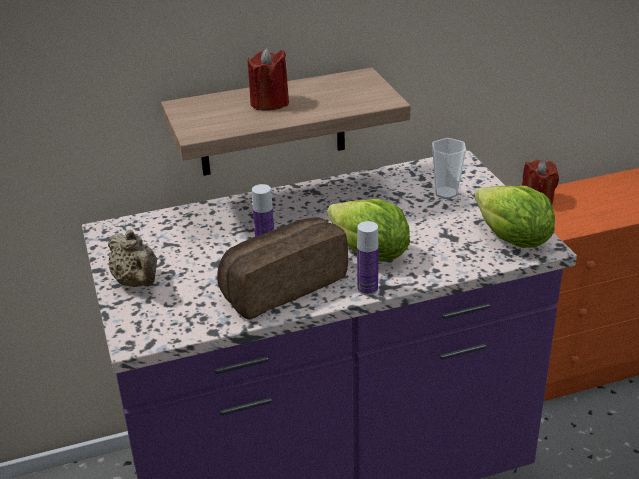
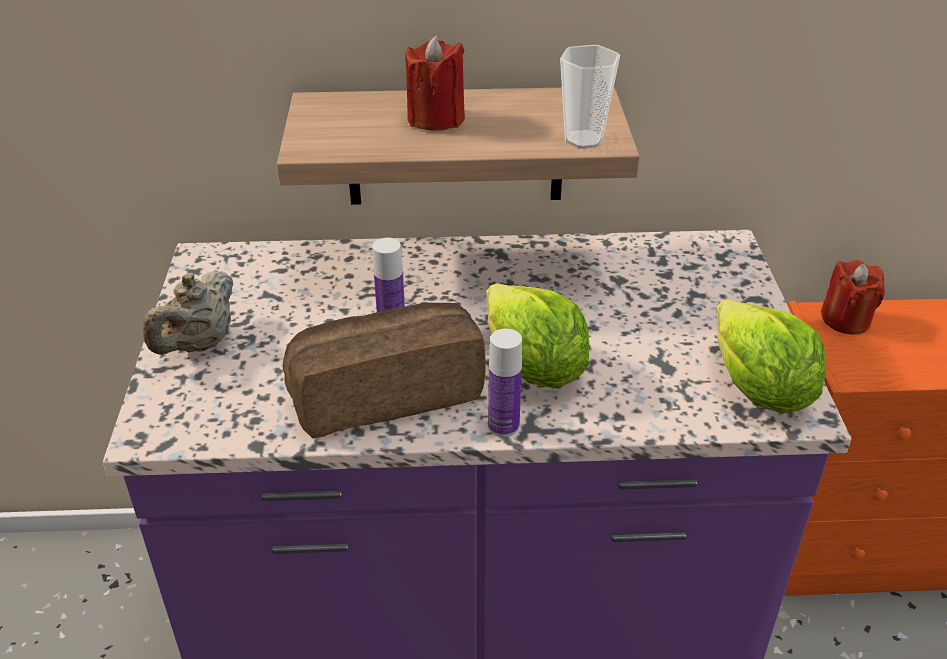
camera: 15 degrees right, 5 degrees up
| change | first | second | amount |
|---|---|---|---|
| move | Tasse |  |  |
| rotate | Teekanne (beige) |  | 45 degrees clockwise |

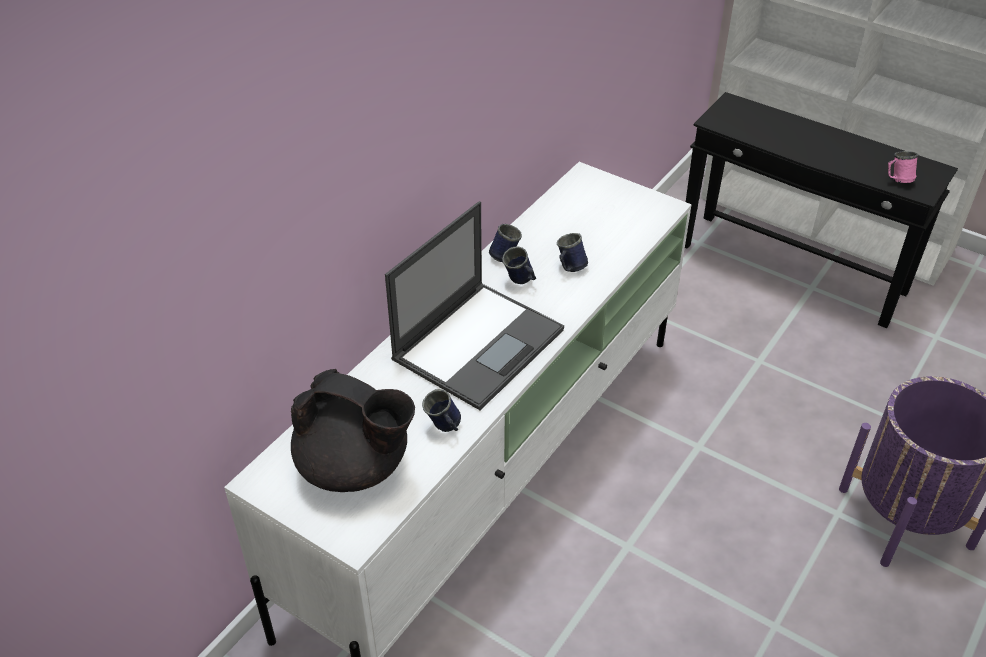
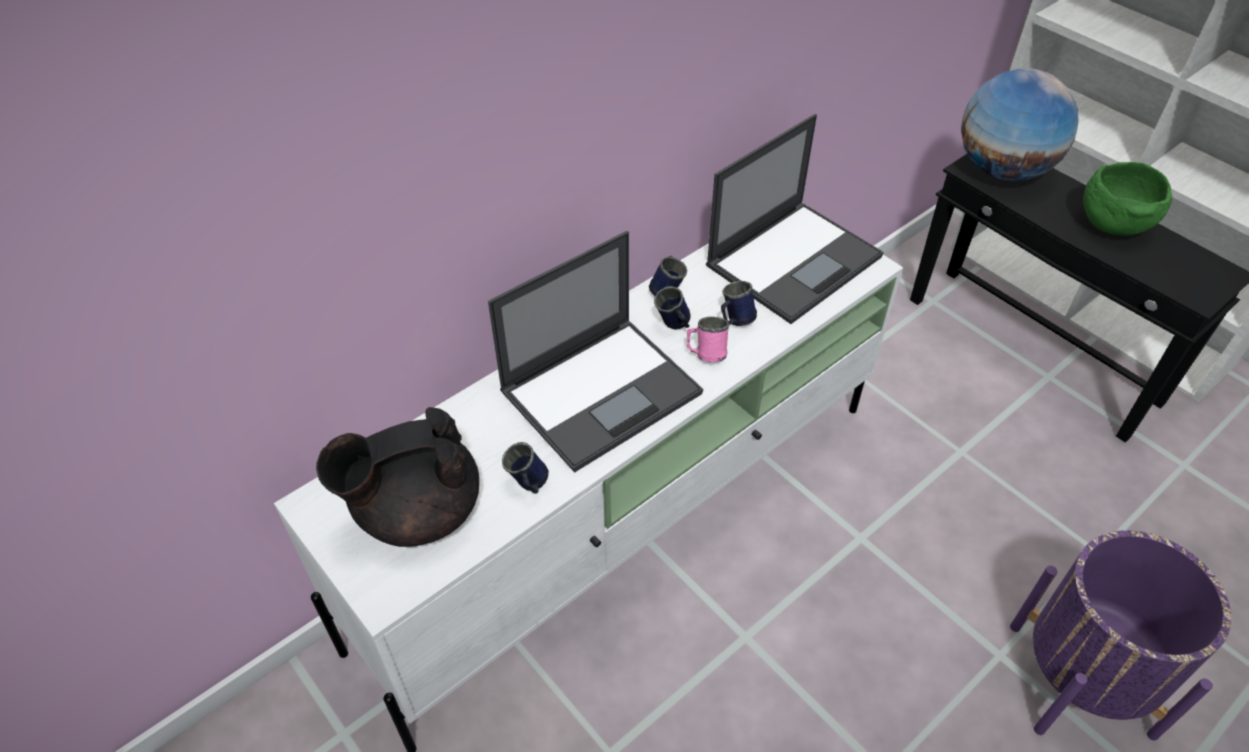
camera: 15 degrees right, 5 degrees up
| change | first | second | amount |
|---|---|---|---|
| insert |  | Laptop (2nd from left) |  |
| insert |  | Globus |  |
| insert |  | Schüssel (grün) |  |
| move | Henkelbecher (rosa) |  |  |
| rotate | Teekanne (schwarz) |  | 120 degrees clockwise |

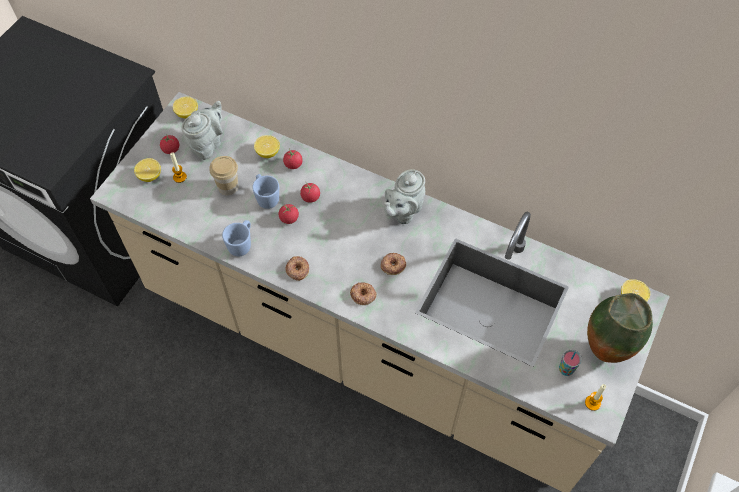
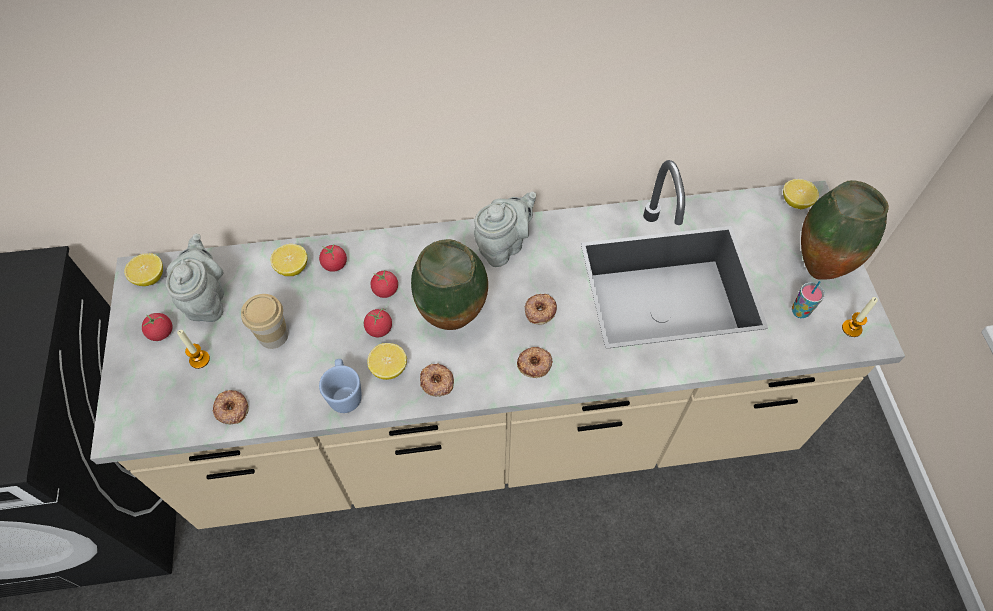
camera: 35 degrees left, 0 degrees up
| change | first | second | amount |
|---|---|---|---|
| delete | Henkelbecher (blau) (2nd from left) |  |  |
| insert |  | Donut (1st from left) |  |
| insert |  | Vase (1st from left) |  |
| move | Zitrone (1st from left in the first image) | Zitrone (3rd from left) |  |
| rotate | Teekanne (grau) (2nd from left) |  | 135 degrees counterclockwise |

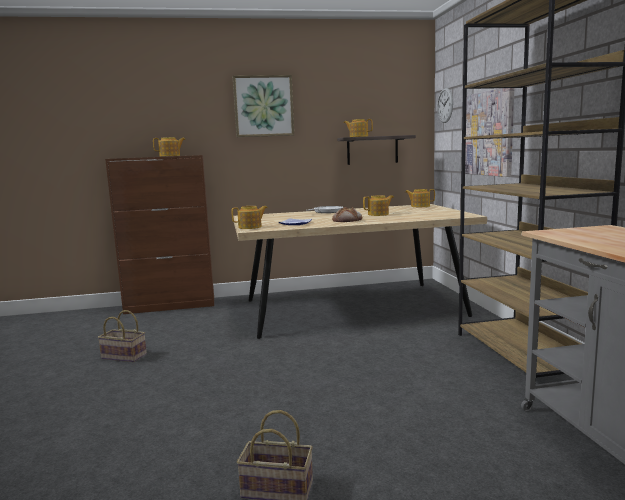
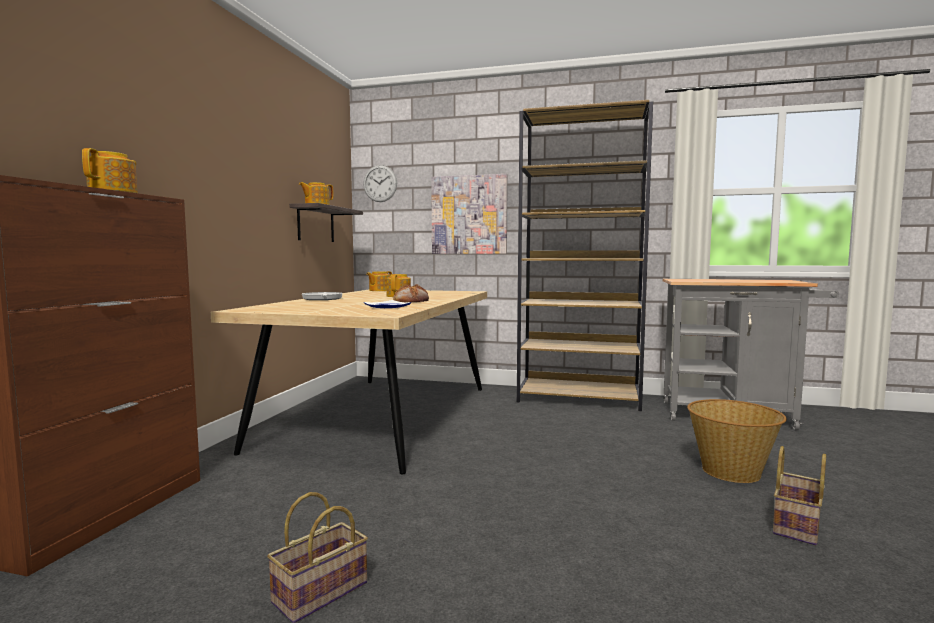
camera: 65 degrees left, 5 degrees down
| change | first | second | amount |
|---|---|---|---|
| delete | Teekanne (2nd from left) |  |  |
| delete | Bild (1st from left) |  |  |
| insert |  | Korb (2nd from left) |  |

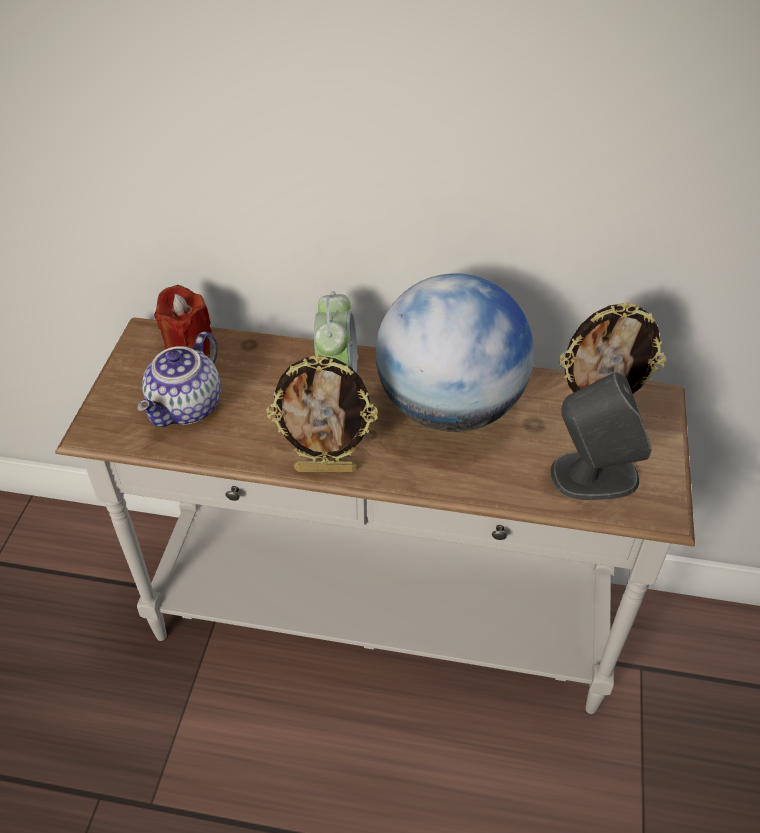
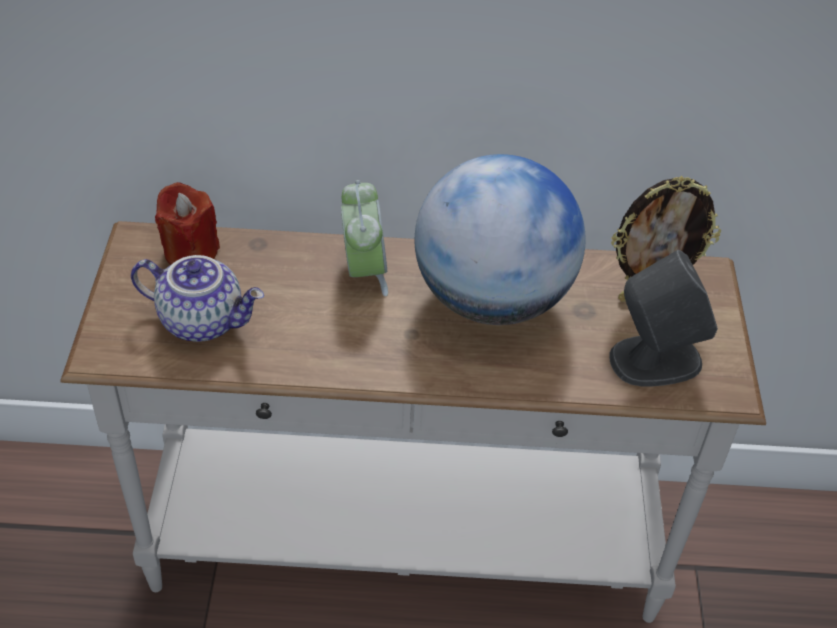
camera: 10 degrees left, 0 degrees up
| change | first | second | amount |
|---|---|---|---|
| delete | Bilderrahmen (1st from left) |  |  |
| rotate | Teekanne |  | 90 degrees counterclockwise |

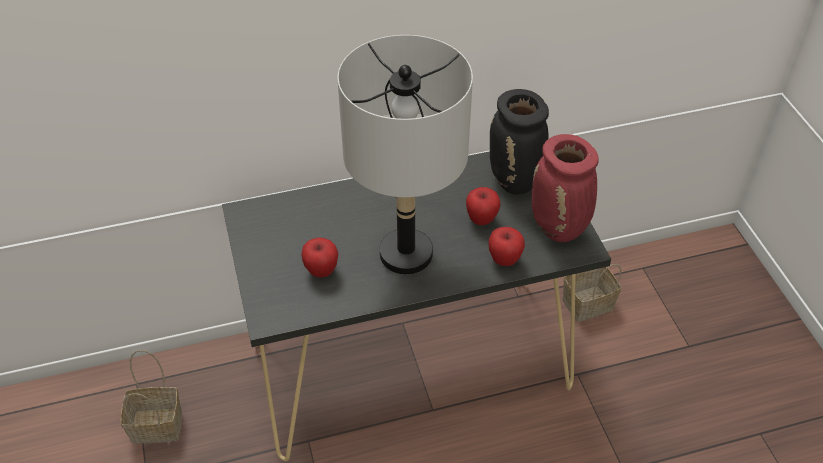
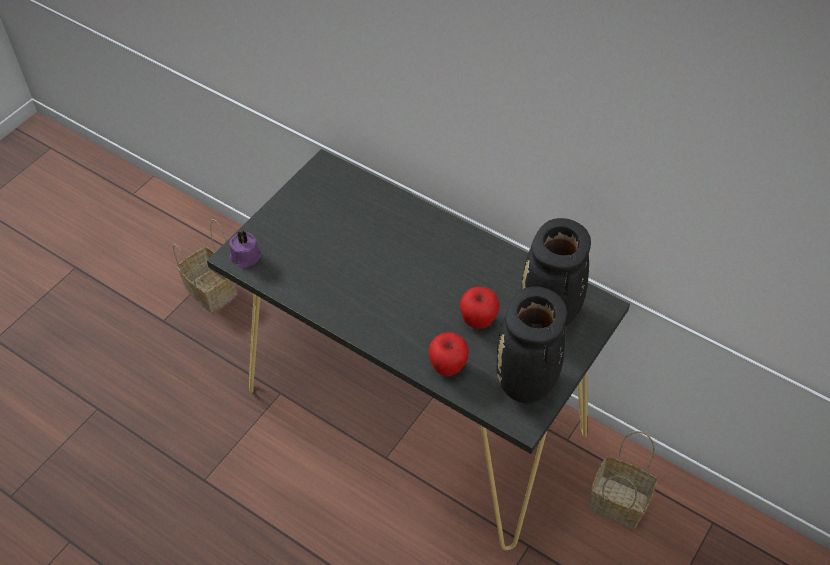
camera: 50 degrees right, 5 degrees up
| change | first | second | amount |
|---|---|---|---|
| delete | Apfel (1st from left) |  |  |
| delete | Tischlampe (grau) |  |  |
| insert |  | Kerze (lila) |  |
| recolor | Vase (rot) | Vase (schwarz) (1st from left) |  |

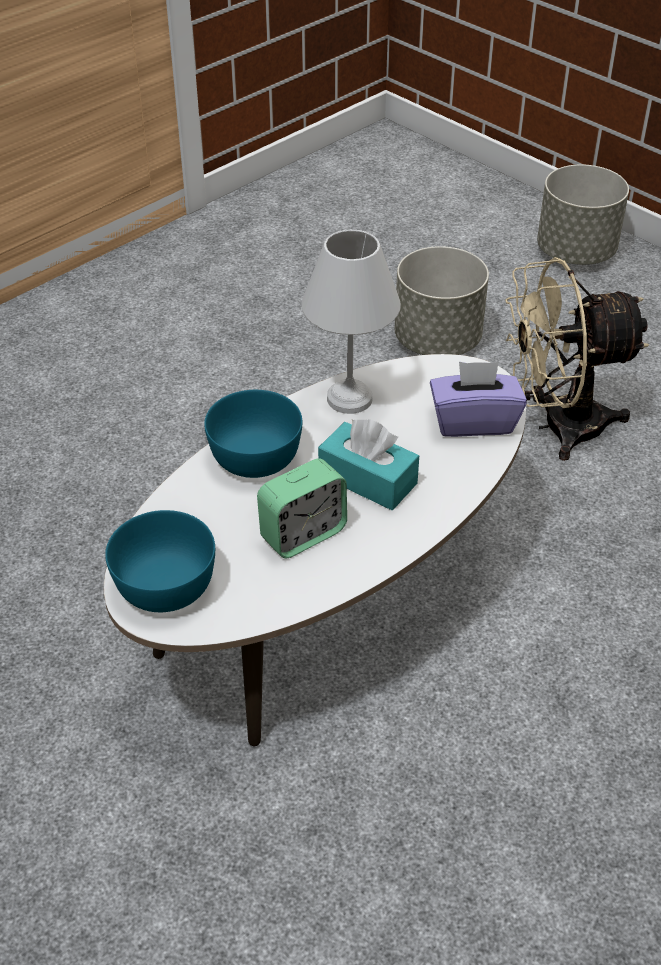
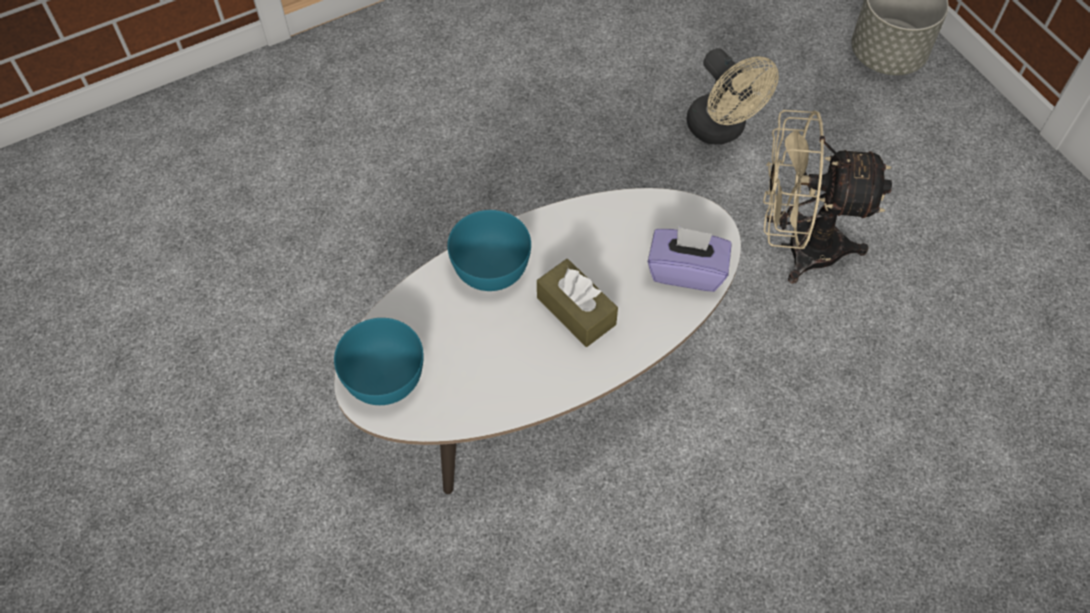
camera: 15 degrees right, 15 degrees up
| change | first | second | amount |
|---|---|---|---|
| delete | Wecker |  |  |
| delete | Tischlampe (weiß) |  |  |
| replace | Pflanzkübel (grau) (1st from left) | Ventilator (beige) (1st from left) |  |
| recolor | Taschentuchbox (türkis) | Taschentuchbox (braun) |  |

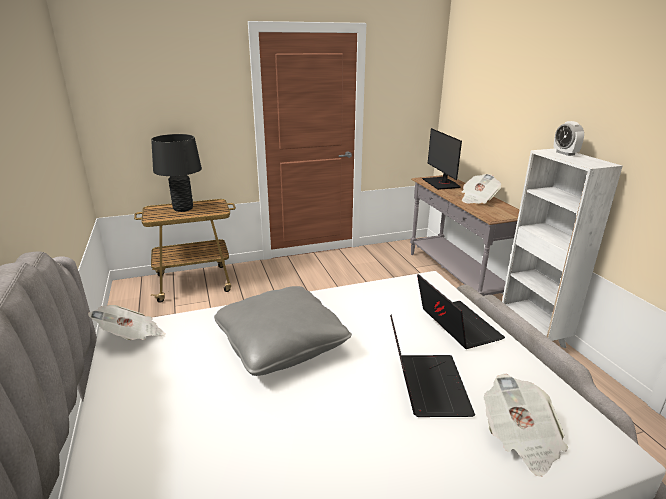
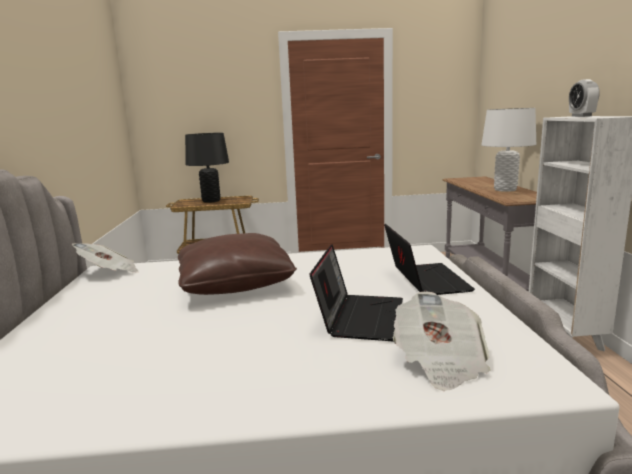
camera: 15 degrees right, 10 degrees down
| change | first | second | amount |
|---|---|---|---|
| delete | Monitor |  |  |
| replace | Zeitung (2nd from left) | Tischlampe (weiß) |  |
| recolor | Kissen (grau) | Kissen (braun) |  |

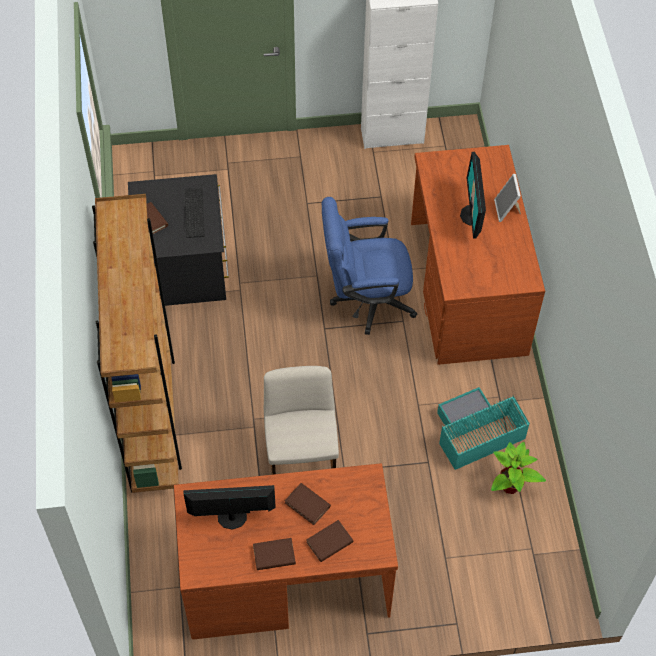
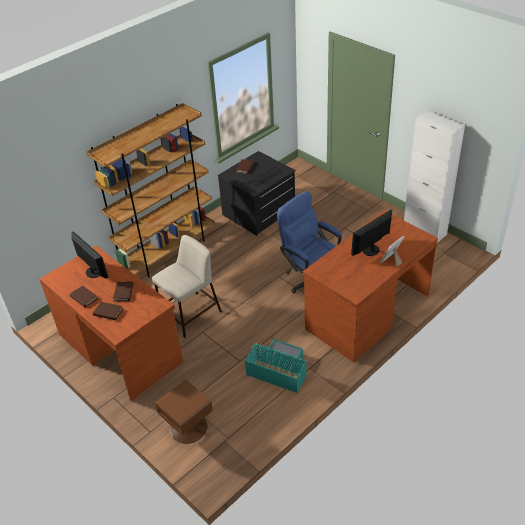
camera: 55 degrees right, 15 degrees down
| change | first | second | amount |
|---|---|---|---|
| delete | Topfpflanze |  |  |
| insert |  | Nachttisch (braun) |  |

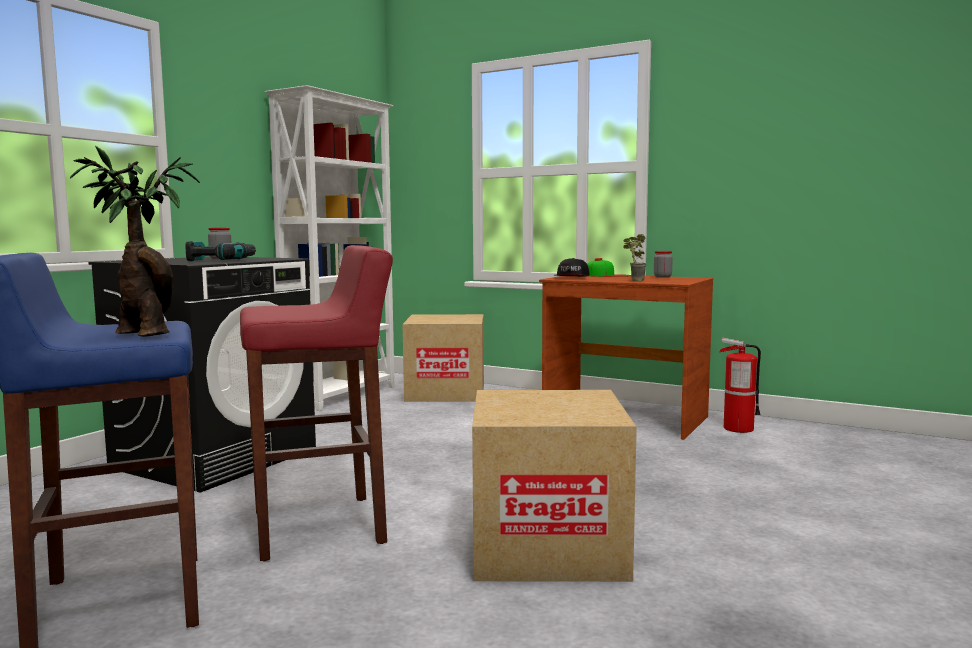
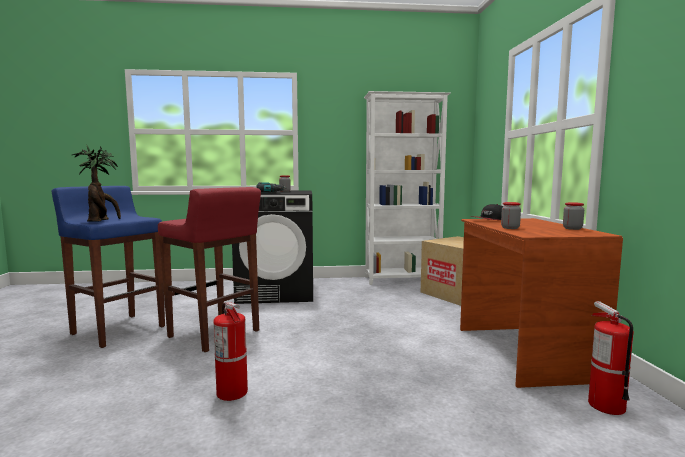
camera: 55 degrees right, 0 degrees up
| change | first | second | amount |
|---|---|---|---|
| delete | Kappe (2nd from left) |  |  |
| replace | Karton (2nd from left) | Feuerlöscher (1st from left) |  |
| replace | Topfpflanze (2nd from left) | Vorratsglas (2nd from left) |  |

